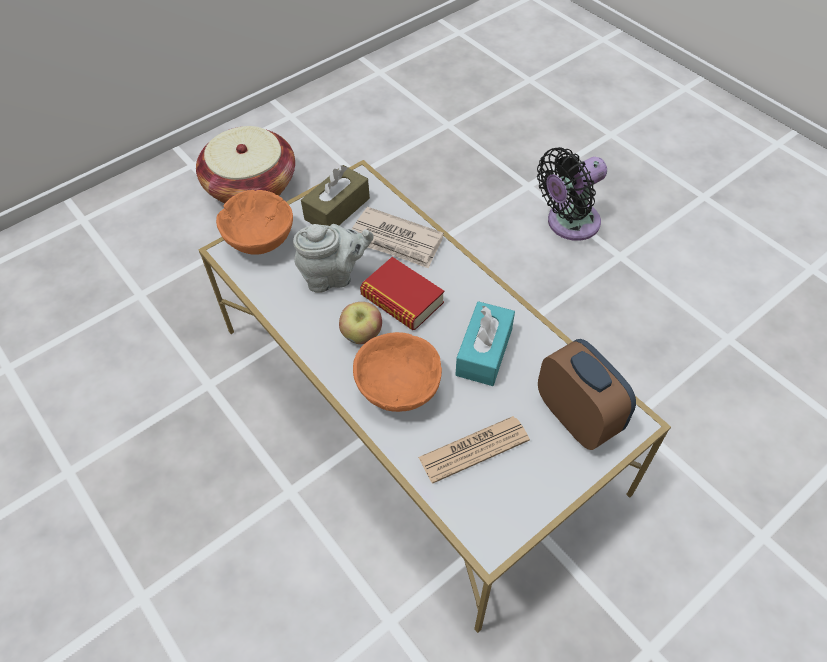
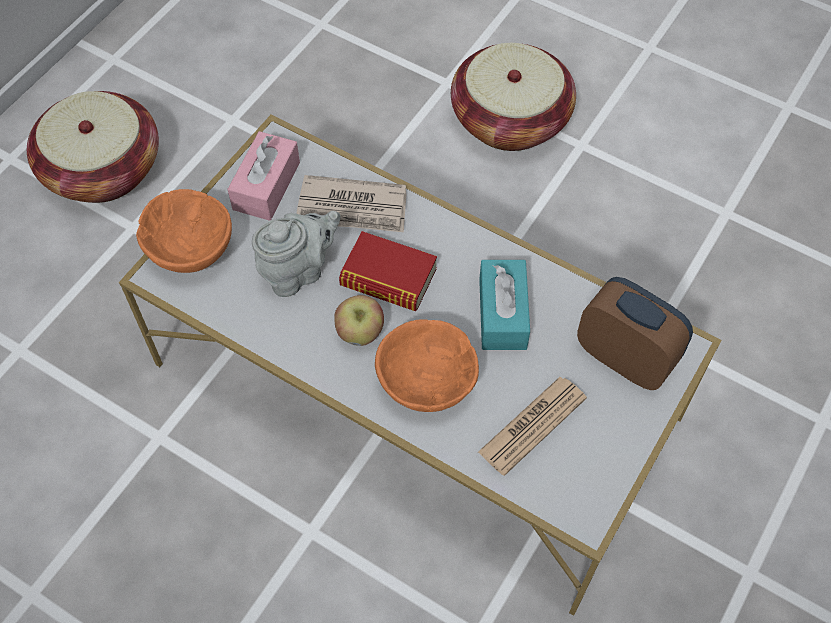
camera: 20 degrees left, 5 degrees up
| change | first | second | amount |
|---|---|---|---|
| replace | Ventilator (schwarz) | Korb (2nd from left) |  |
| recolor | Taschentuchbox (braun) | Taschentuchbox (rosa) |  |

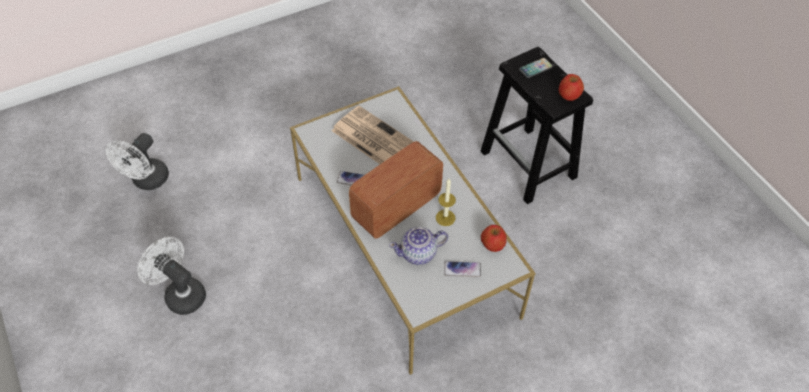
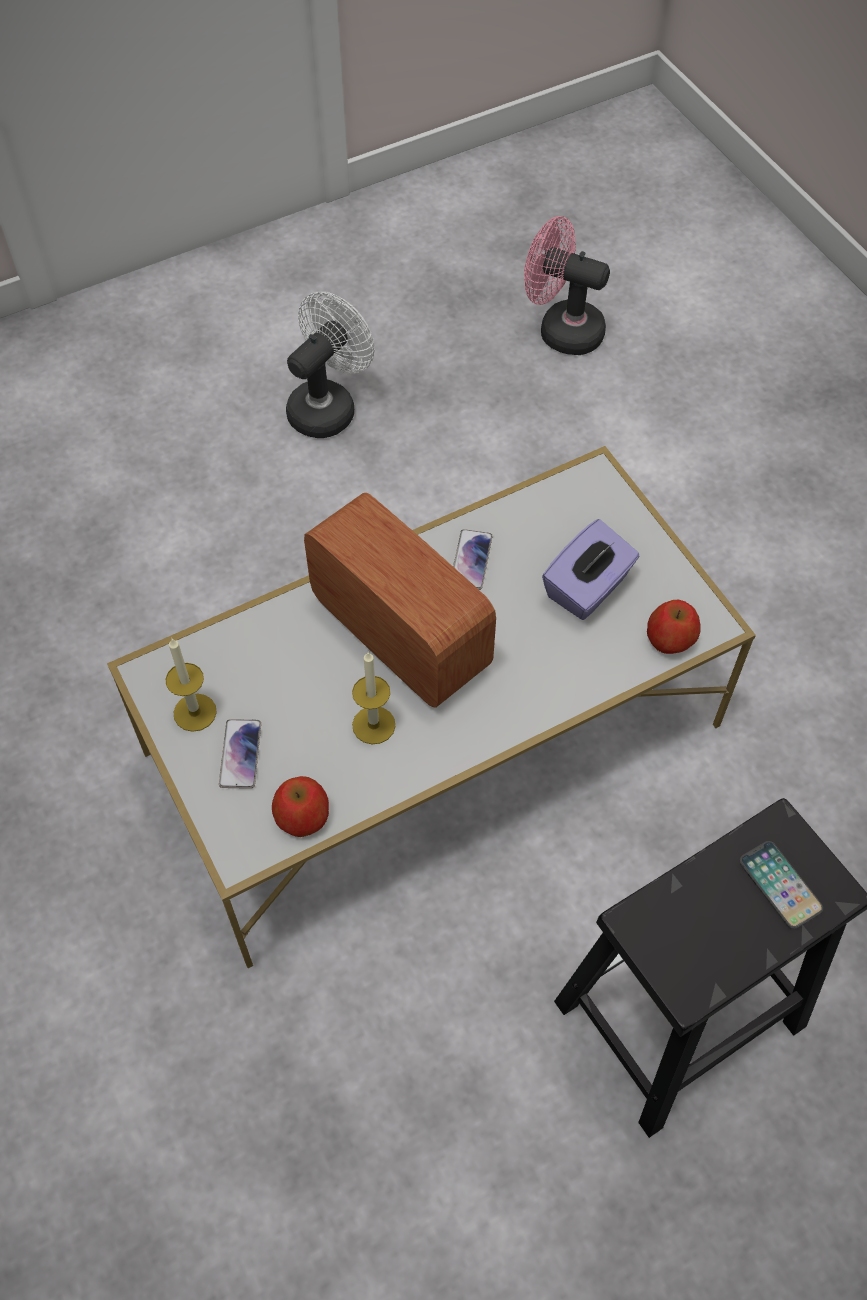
camera: 90 degrees right, 5 degrees up
| change | first | second | amount |
|---|---|---|---|
| delete | Teekanne |  |  |
| insert |  | Kerze (1st from left) |  |
| move | Apfel (2nd from left) |  |  |
| replace | Zeitung | Taschentuchbox (lila) |  |
| recolor | Ventilator (weiß) (1st from left) | Ventilator (rosa) |  |

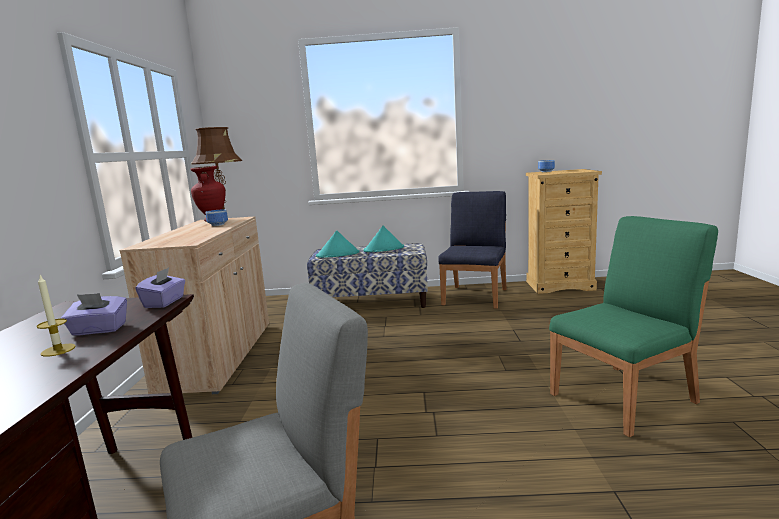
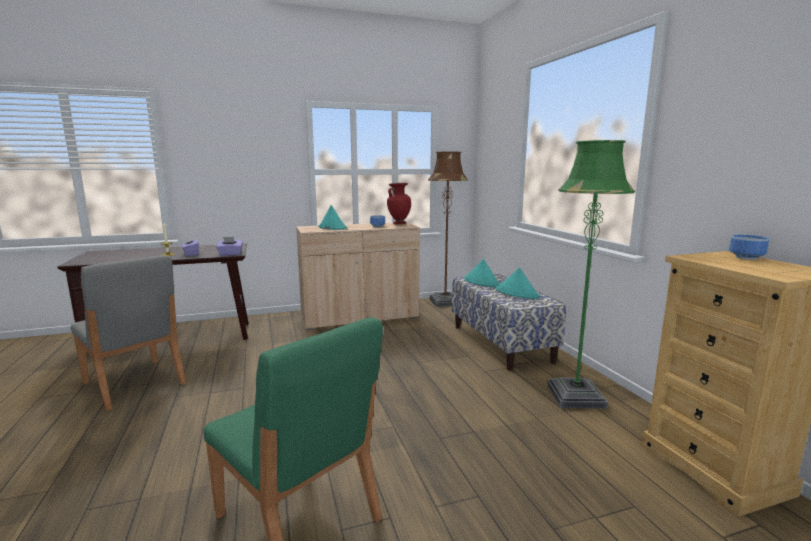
camera: 70 degrees right, 0 degrees up
| change | first | second | amount |
|---|---|---|---|
| insert |  | Hut (türkis) (1st from left) |  |
| replace | Stuhl (blau) | Stehlampe (grün) |  |

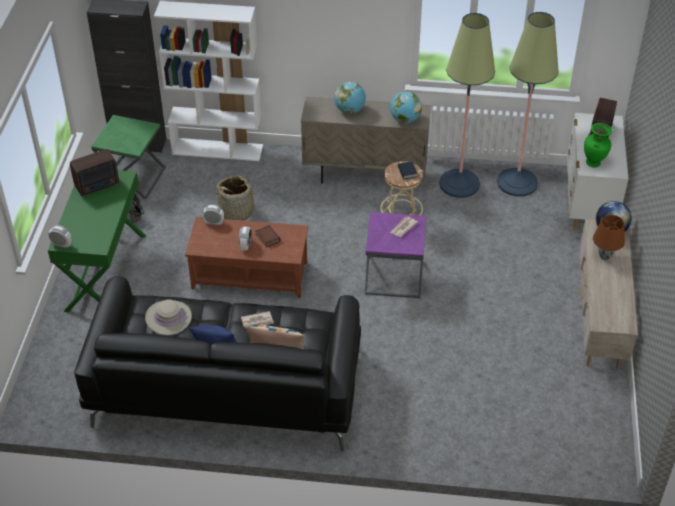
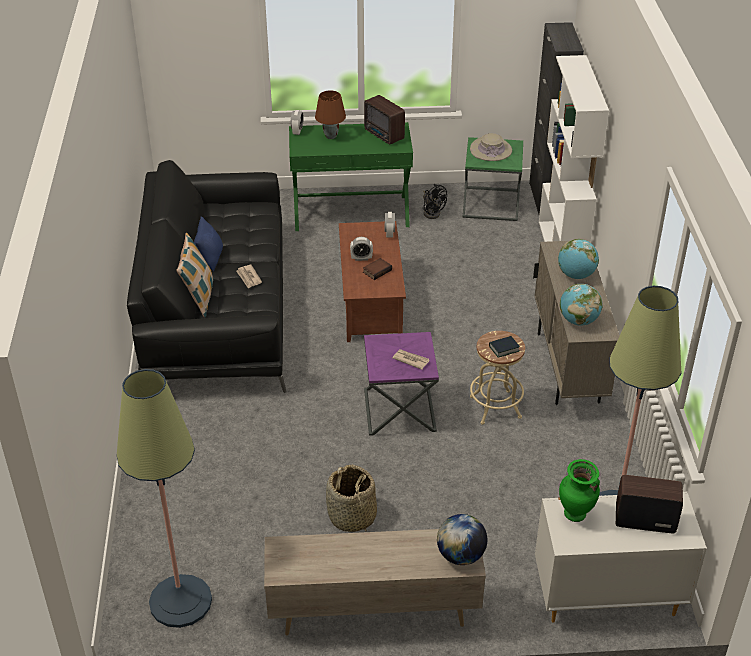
camera: 80 degrees right, 5 degrees down
| change | first | second | amount |
|---|---|---|---|
| move | Hut (beige) |  |  |
| move | Korb |  |  |
| move | Stehlampe (1st from left) |  |  |
| move | Tischlampe (braun) |  |  |

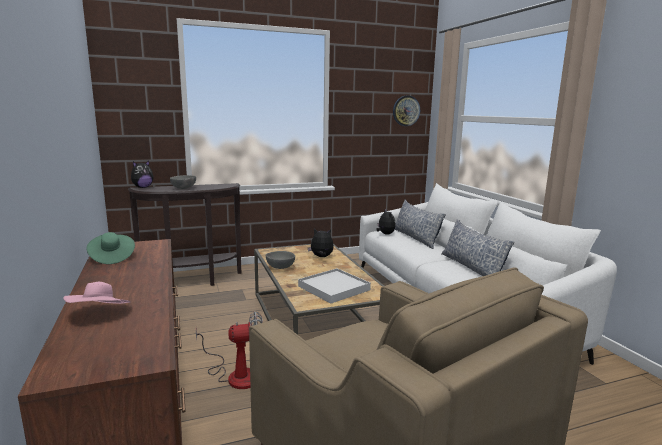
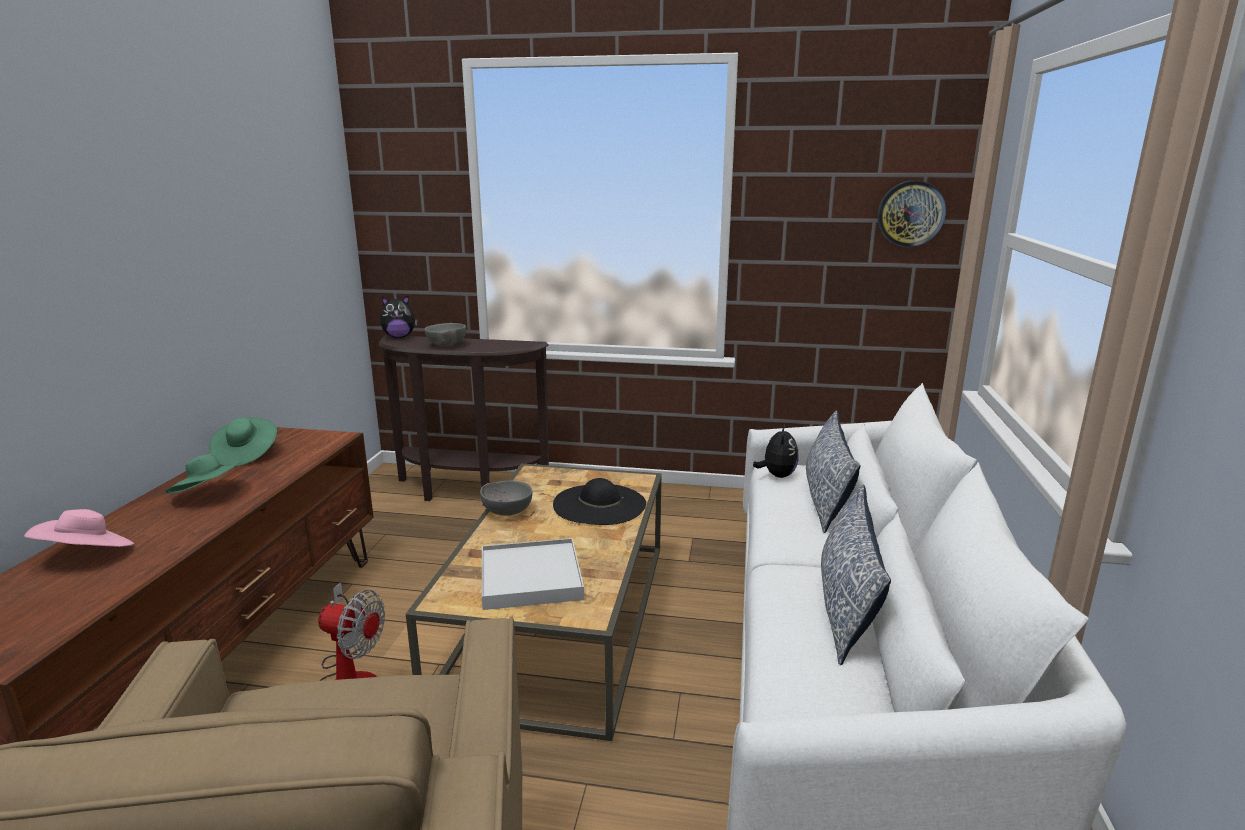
camera: 30 degrees right, 5 degrees up
| change | first | second | amount |
|---|---|---|---|
| insert |  | Hut (grün) (1st from left) |  |
| replace | Plüschtier (2nd from left) | Hut (schwarz) |  |

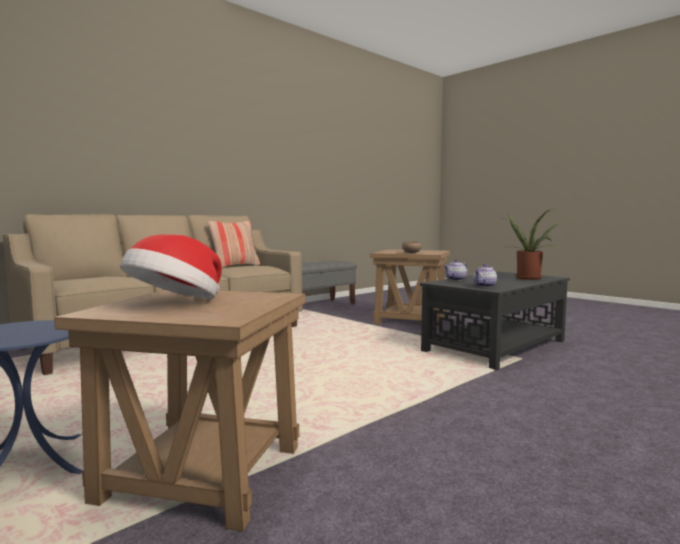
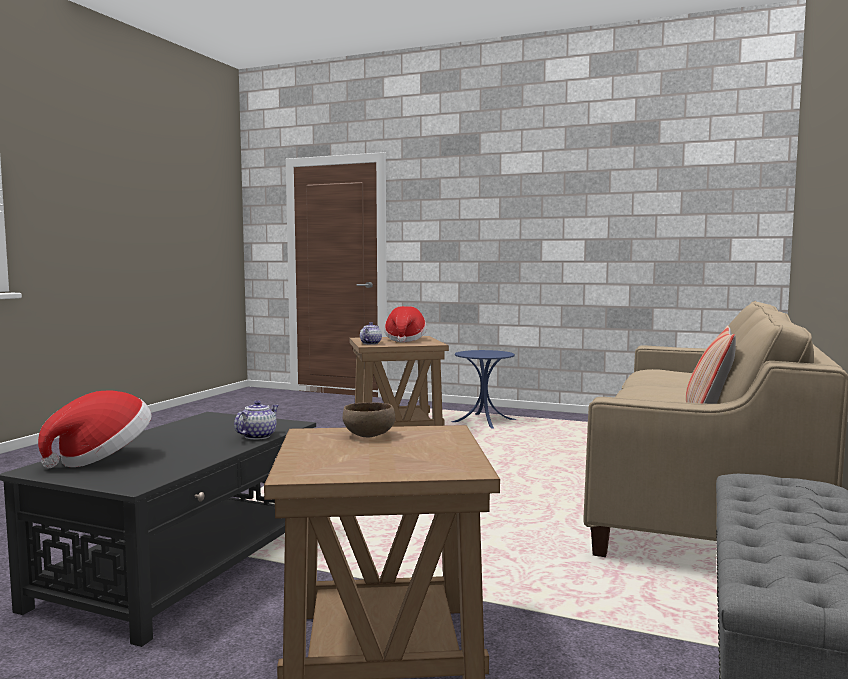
camera: 155 degrees right, 0 degrees up
| change | first | second | amount |
|---|---|---|---|
| move | Teekanne (2nd from left) |  |  |
| replace | Topfpflanze | Hut (1st from left) |  |

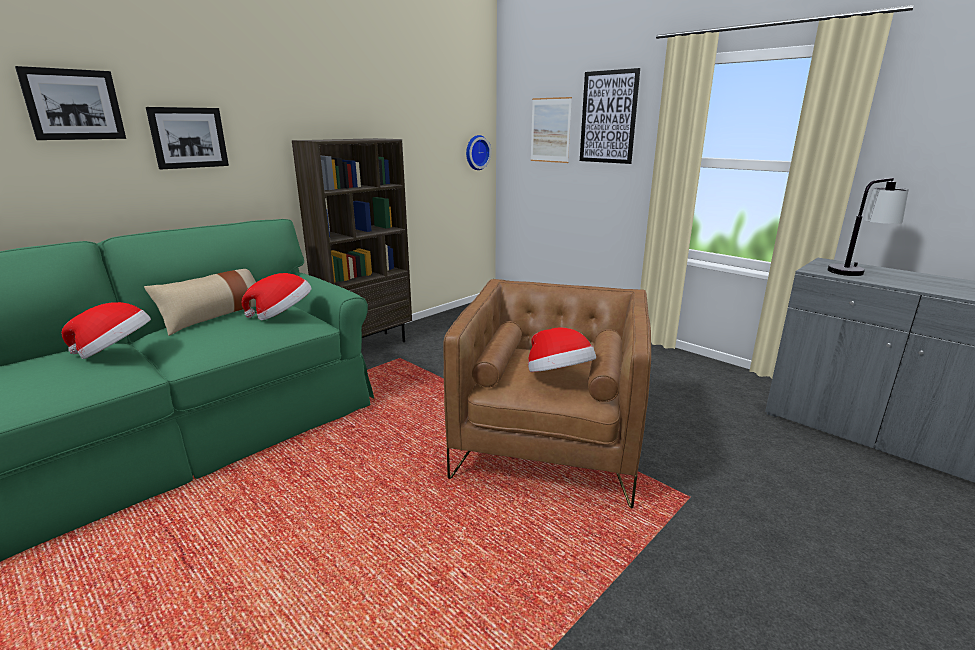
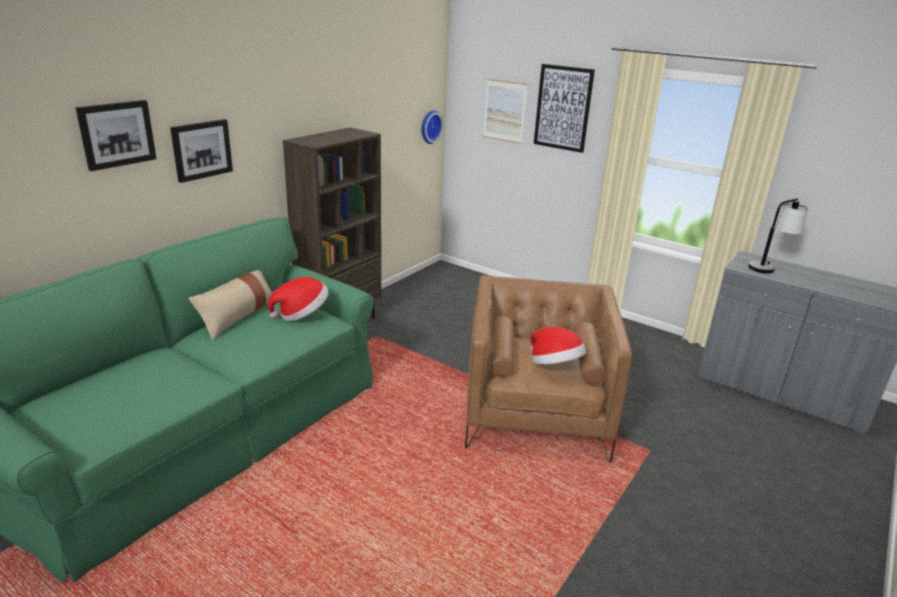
camera: 10 degrees left, 5 degrees up
| change | first | second | amount |
|---|---|---|---|
| delete | Hut (1st from left) |  |  |

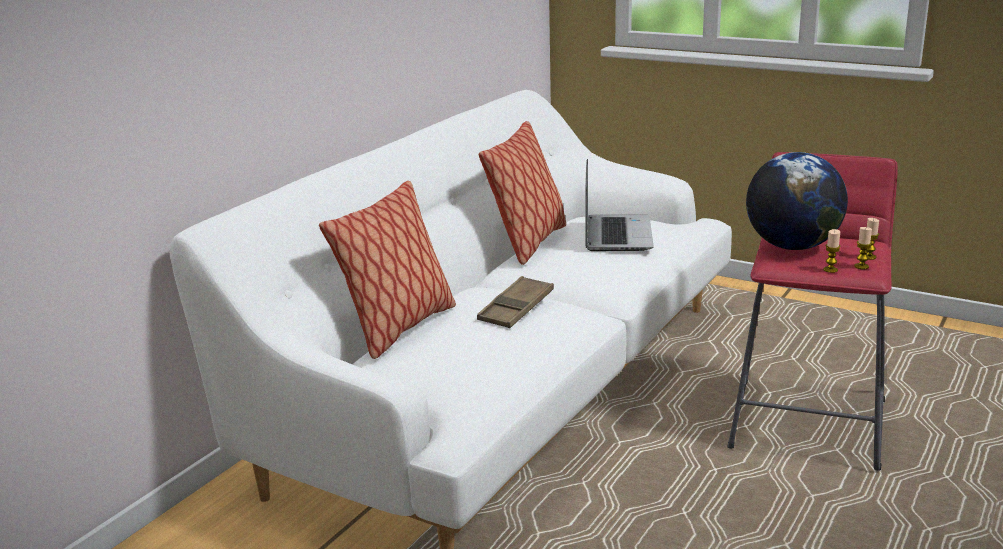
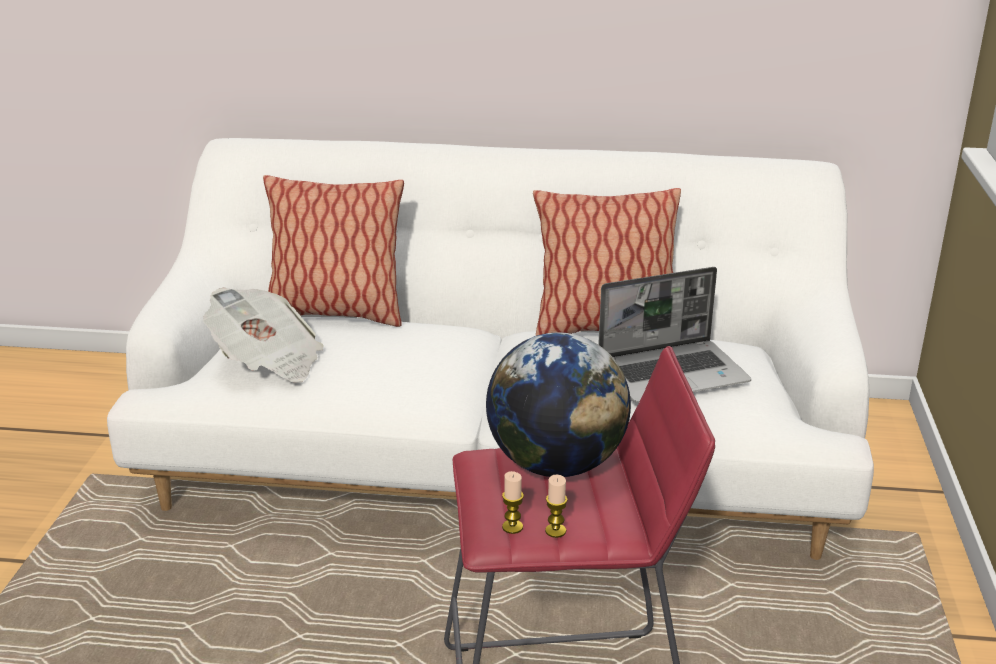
camera: 65 degrees right, 5 degrees up
| change | first | second | amount |
|---|---|---|---|
| delete | Tablett (braun) |  |  |
| delete | Kerze (1st from left) |  |  |
| insert |  | Zeitung |  |

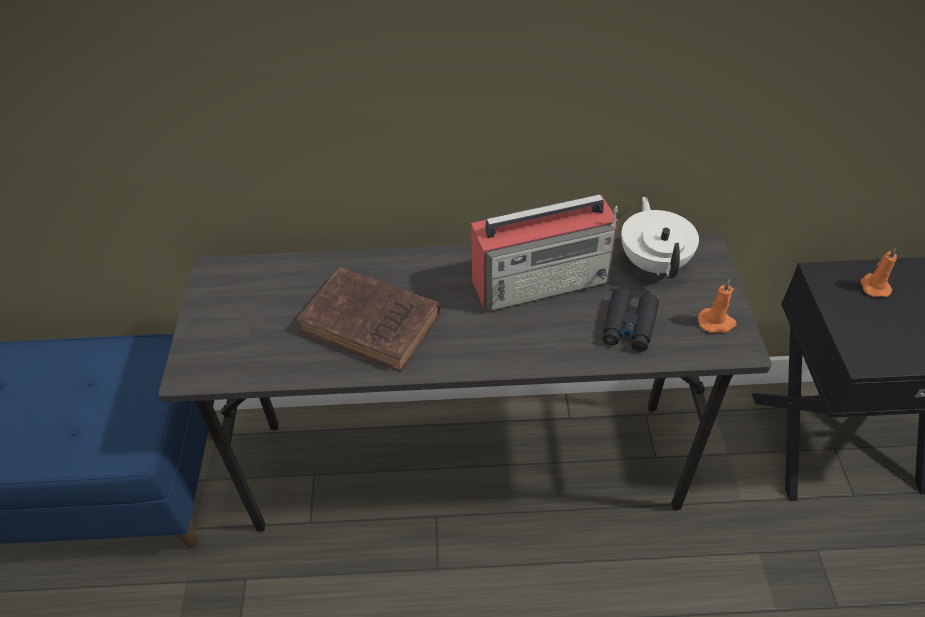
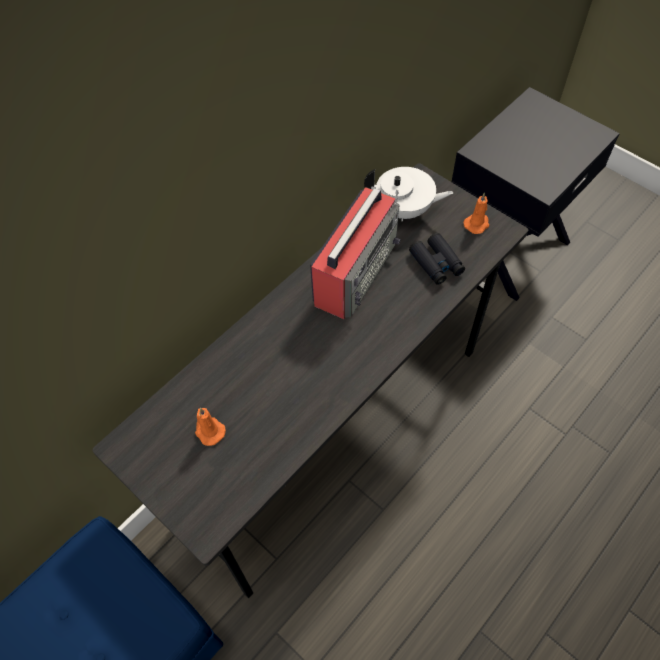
camera: 45 degrees left, 10 degrees up
| change | first | second | amount |
|---|---|---|---|
| delete | Buch (braun) |  |  |
| move | Kerze (orange) (2nd from left in the first image) | Kerze (orange) (1st from left) |  |
| rotate | Teekanne (weiß) |  | 150 degrees clockwise |

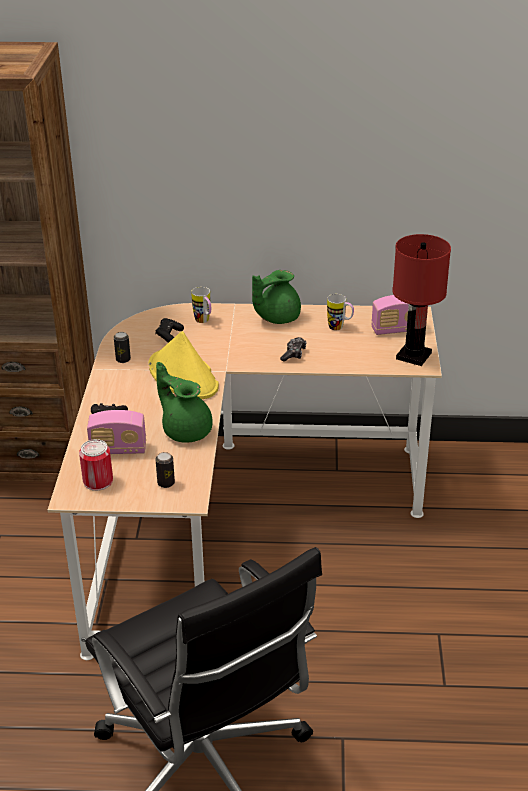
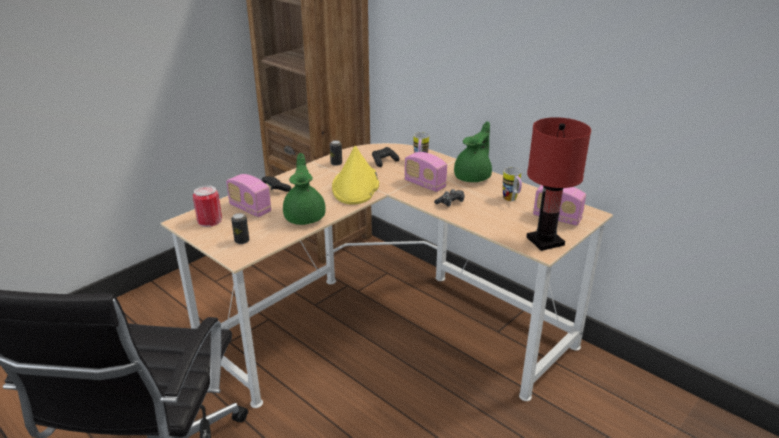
camera: 40 degrees right, 5 degrees down
| change | first | second | amount |
|---|---|---|---|
| insert |  | Radio (2nd from left) |  |
| rotate | Teekanne (grün) (2nd from left) |  | 120 degrees clockwise |

